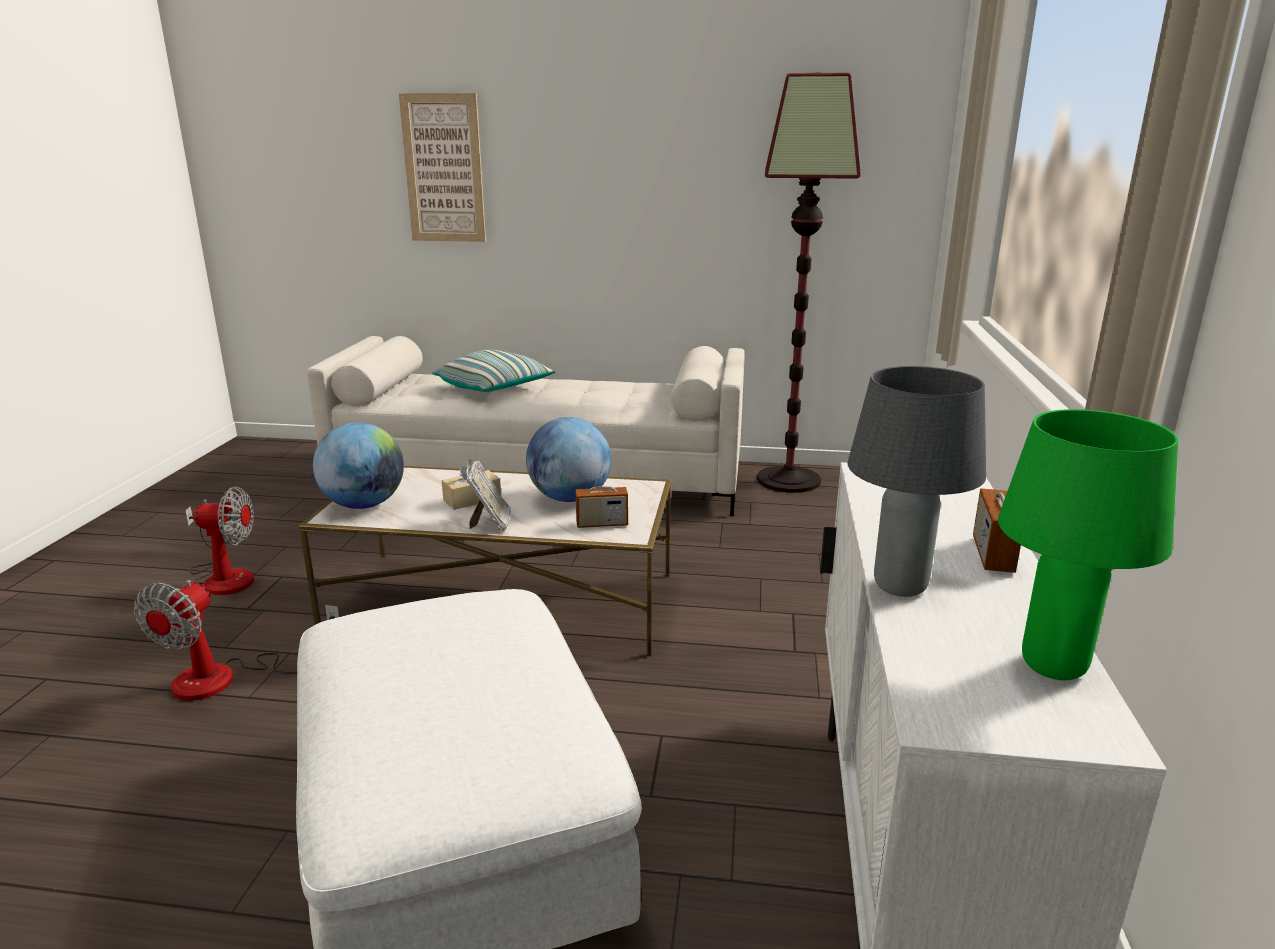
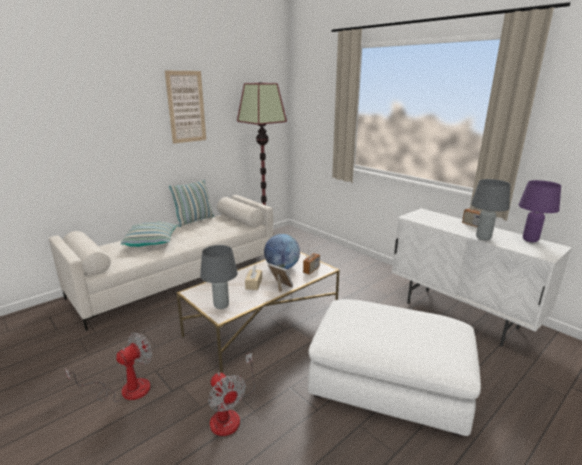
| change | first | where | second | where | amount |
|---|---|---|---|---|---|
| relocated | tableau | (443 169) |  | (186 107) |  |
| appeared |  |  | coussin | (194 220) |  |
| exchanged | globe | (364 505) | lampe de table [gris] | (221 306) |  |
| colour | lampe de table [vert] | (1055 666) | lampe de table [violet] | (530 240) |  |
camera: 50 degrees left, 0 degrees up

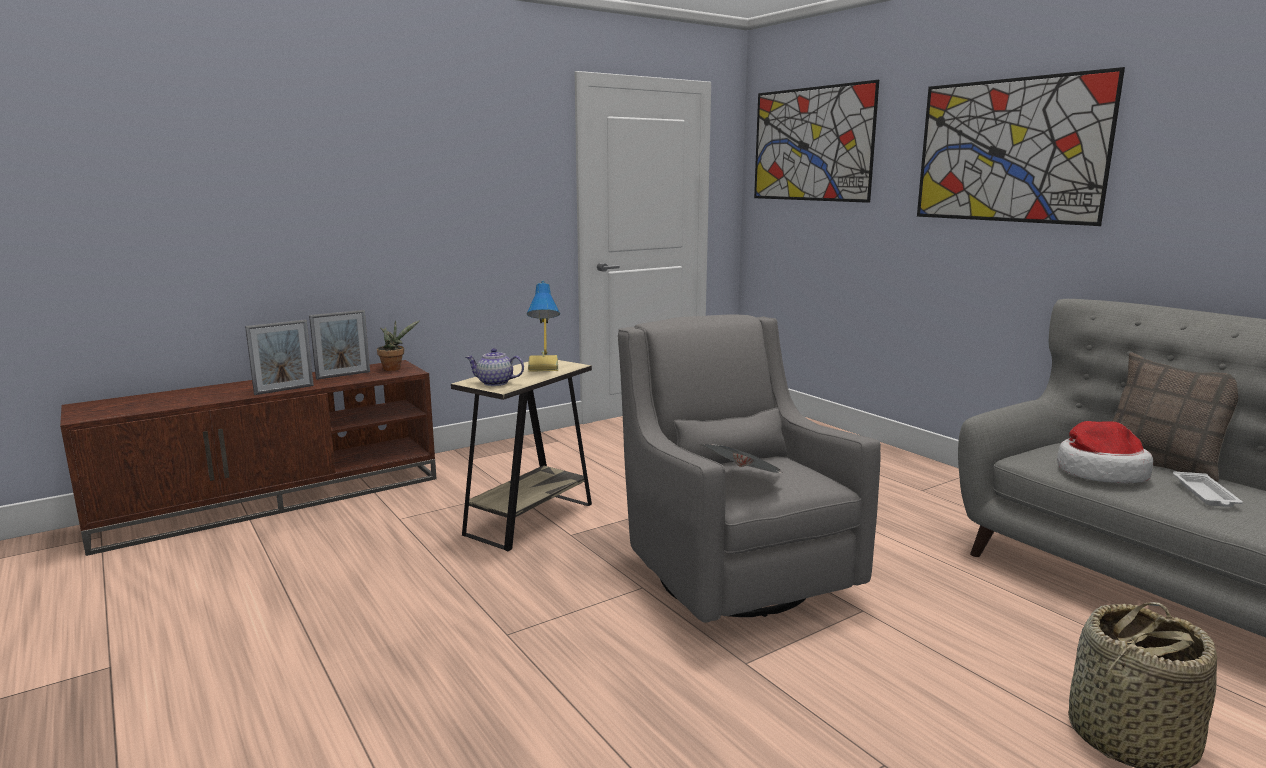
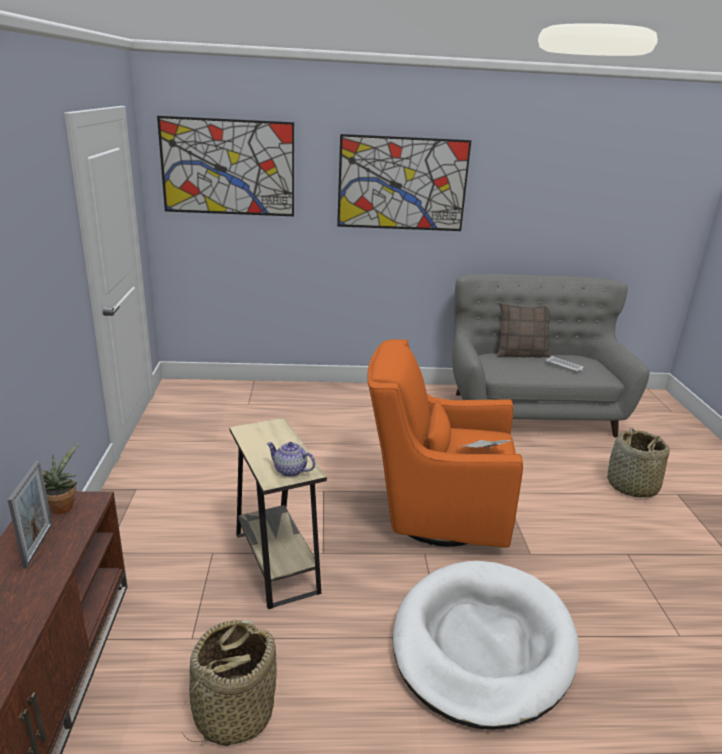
| change | first | where | second | where | amount |
|---|---|---|---|---|---|
| appeared |  |  | panier | (233 712) |  |
| spun | théière | (495 383) |  | (289 470) | 75 degrees clockwise |
| colour | fauteuil [gris] | (731 573) | fauteuil [orange] | (434 512) |  |
| appeared |  |  | panier pour chien [blanc] | (482 645) |  |
| missing | cadre photo | (284 390) |  |  |  |
| missing | lampe de table | (545 367) |  |  |  |
| missing | chapeau | (1099 472) |  |  |  |
camera: 60 degrees left, 10 degrees up

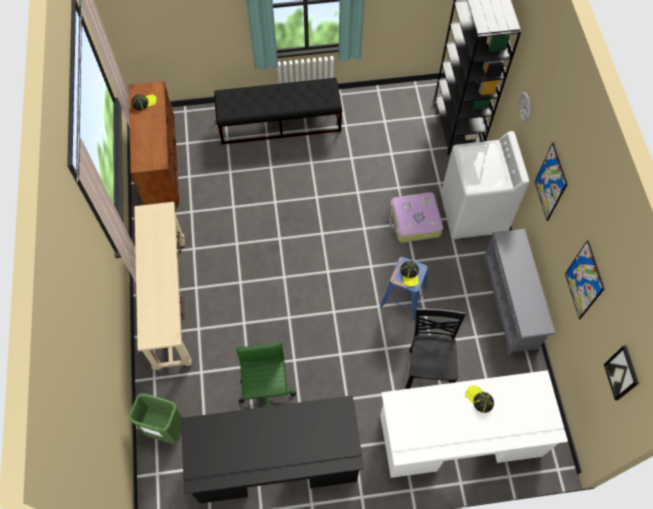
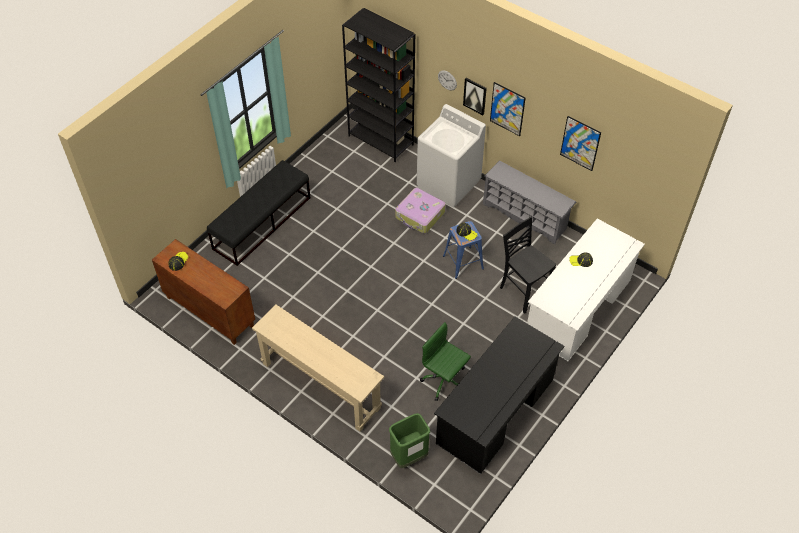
| change | first | where | second | where | amount |
|---|---|---|---|---|---|
| relocated | tableau | (622 373) |  | (475 96) |  |
camera: 45 degrees left, 10 degrees down

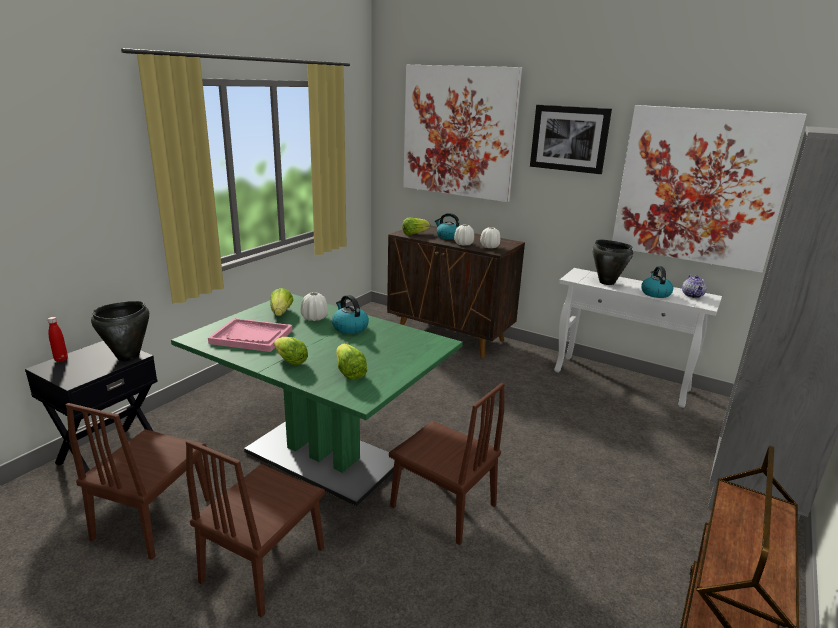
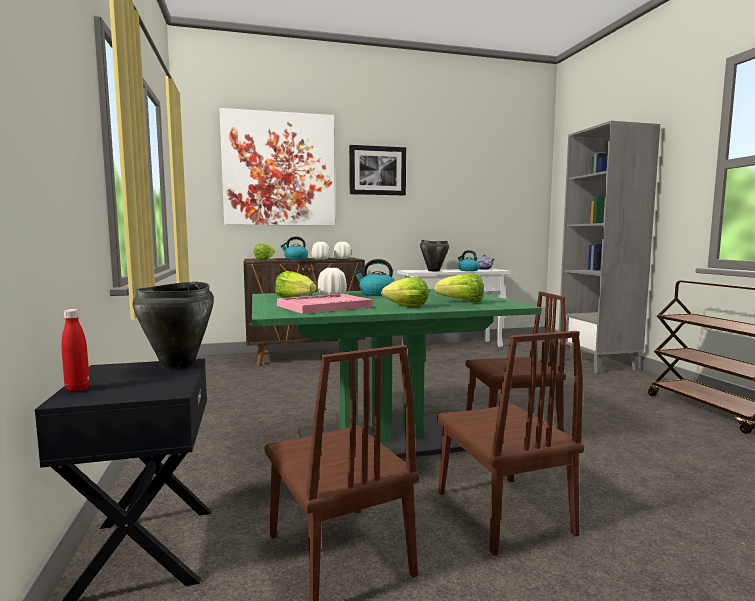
| change | first | where | second | where | amount |
|---|---|---|---|---|---|
| missing | tableau | (698 187) |  |  |  |
camera: 45 degrees left, 15 degrees down

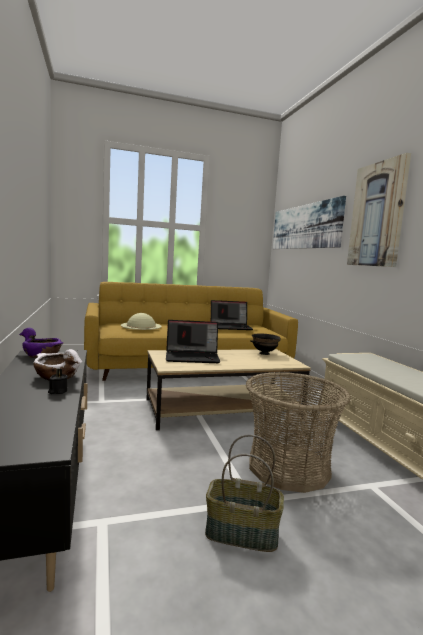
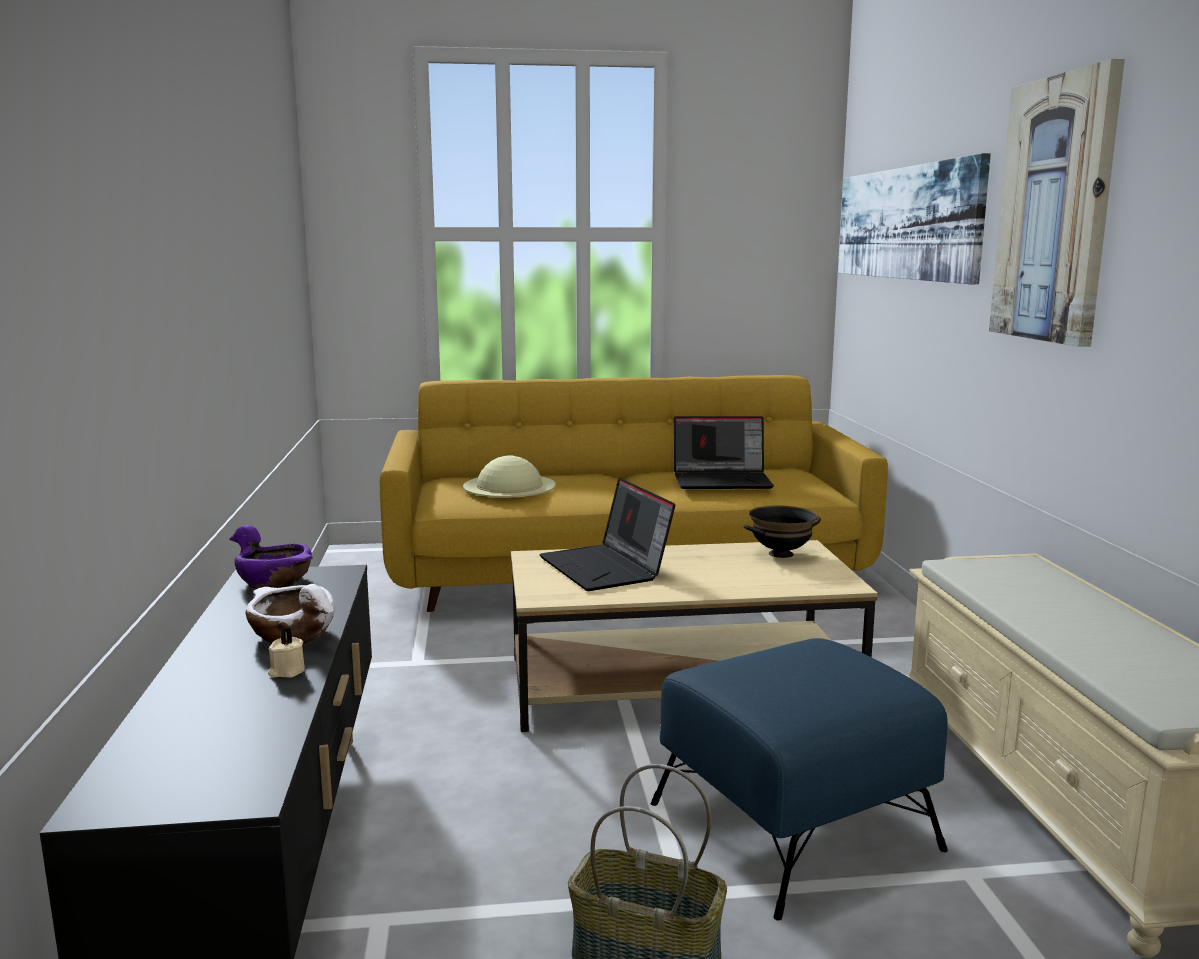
| change | first | where | second | where | amount |
|---|---|---|---|---|---|
| colour | bougie [noir] | (57 391) | bougie [beige] | (286 671) |  |
| spun | ordinateur portable | (193 357) |  | (607 568) | 60 degrees clockwise |
| exchanged | panier | (288 467) | pouf [bleu] | (790 825) |  |
camera: 10 degrees right, 5 degrees up

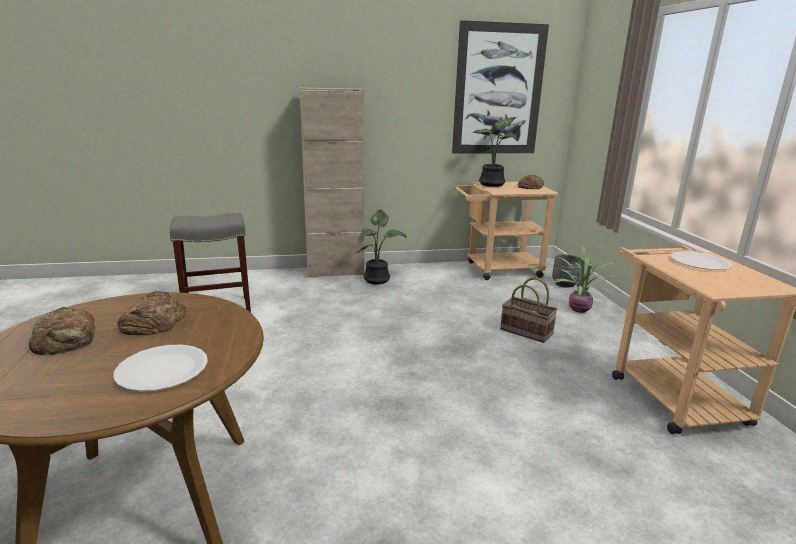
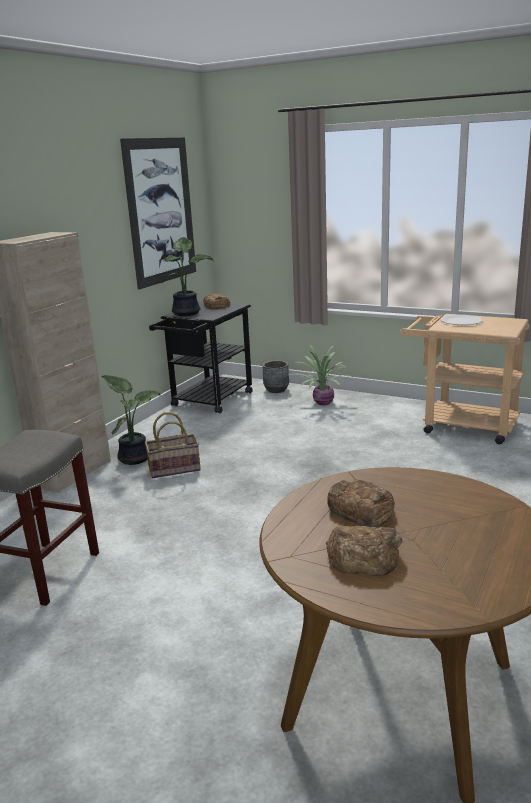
| change | first | where | second | where | amount |
|---|---|---|---|---|---|
| relocated | panier | (527 331) |  | (174 468) |  |
| colour | chariot [beige] | (497 270) | chariot [noir] | (208 401) |  |
| missing | assiette [blanc] | (162 370) |  |  |  |
camera: 50 degrees left, 0 degrees up

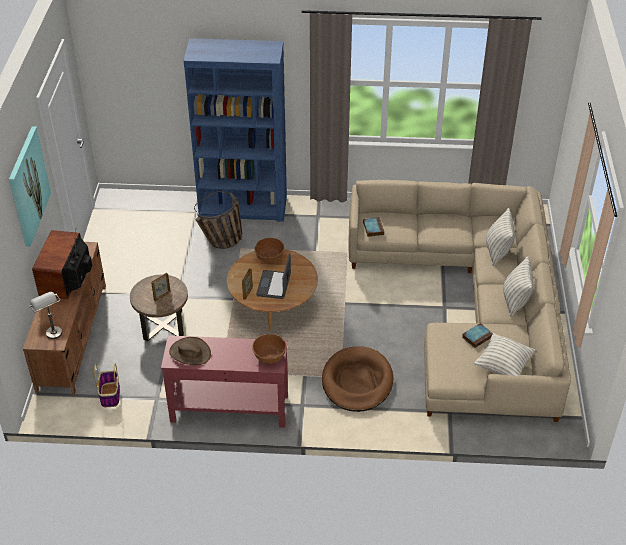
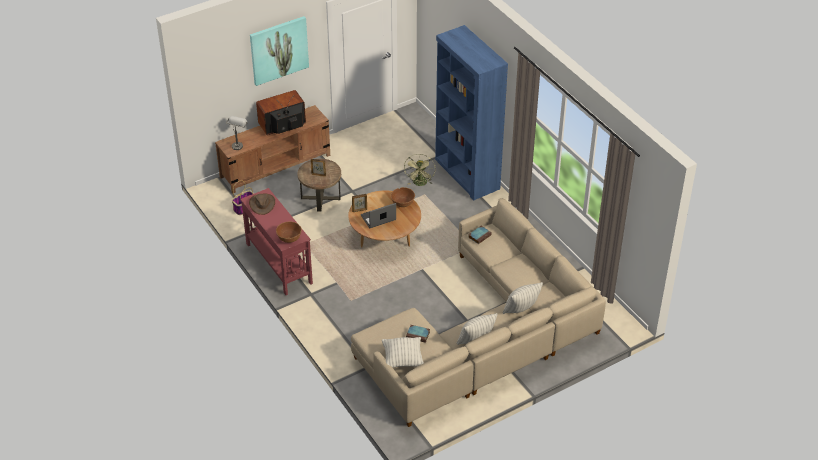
| change | first | where | second | where | amount |
|---|---|---|---|---|---|
| exchanged | panier | (222 244) | ventilateur [vert] | (420 184) |  |
| missing | panier pour chien [marron] | (357 382) |  |  |  |
camera: 55 degrees right, 0 degrees up

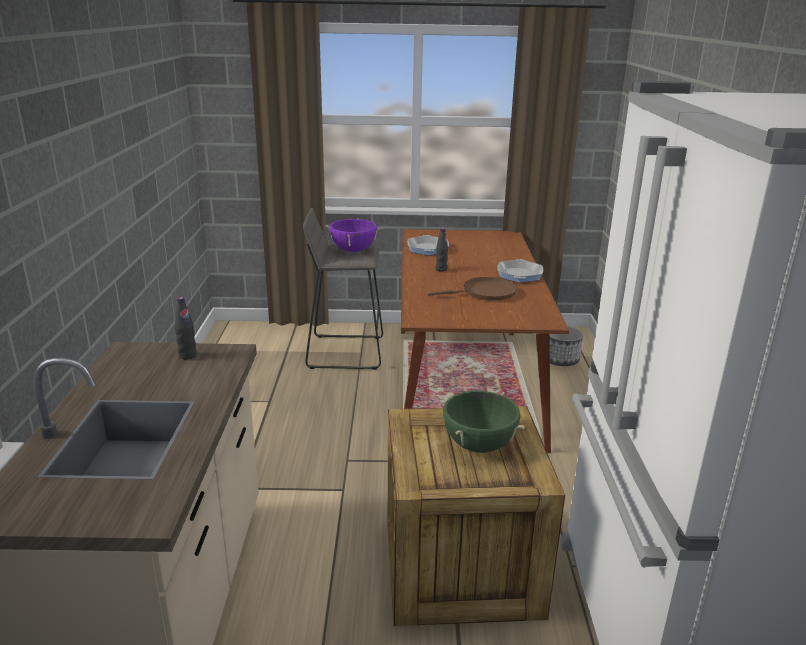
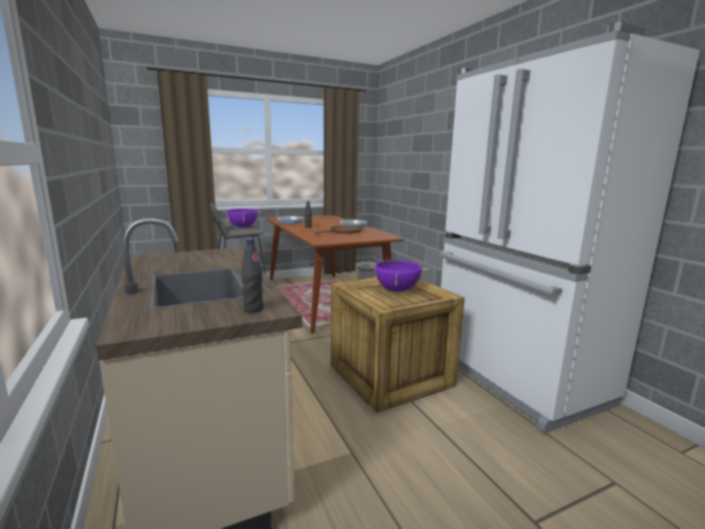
| change | first | where | second | where | amount |
|---|---|---|---|---|---|
| relocated | bouteille [noir] | (187 355) |  | (253 309) |  |
| colour | marmite [vert] | (478 445) | marmite [violet] | (396 290) |  |
camera: 25 degrees left, 10 degrees down

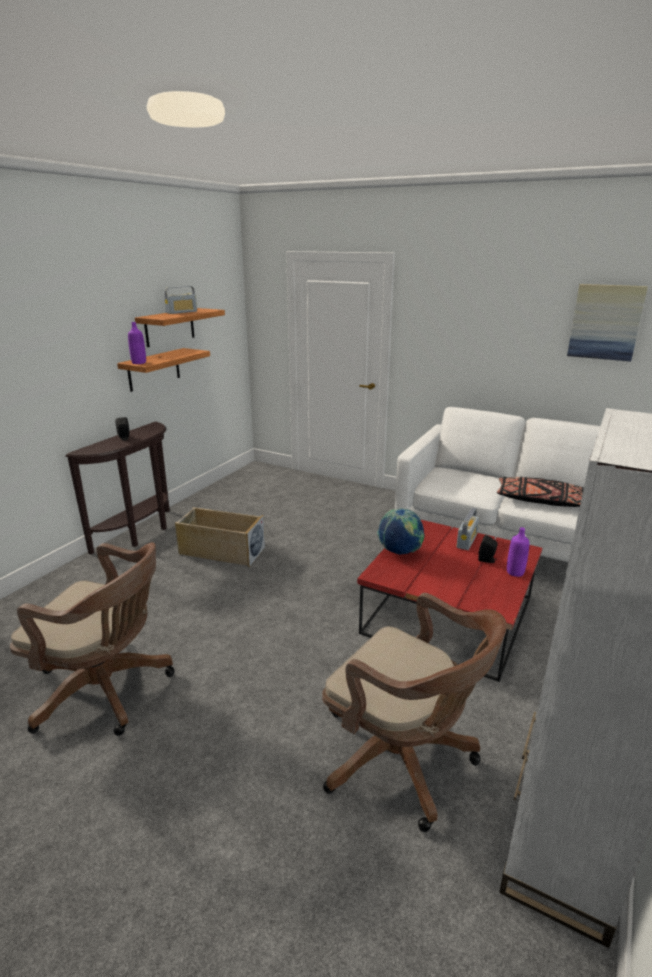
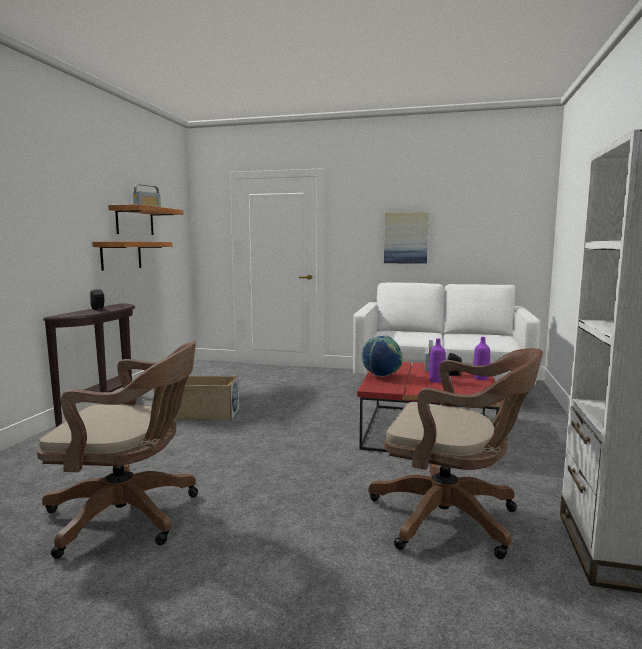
| change | first | where | second | where | amount |
|---|---|---|---|---|---|
| relocated | tableau | (605 322) |  | (406 238) |  |
| relocated | bouteille [violet] | (139 363) |  | (436 380) |  |
| missing | coussin [noir] | (539 501) |  |  |  |
camera: 15 degrees left, 15 degrees down

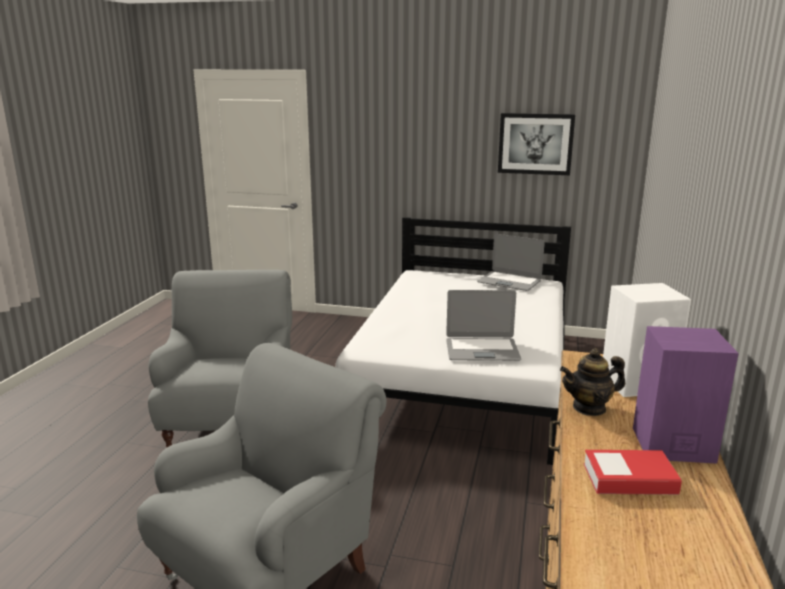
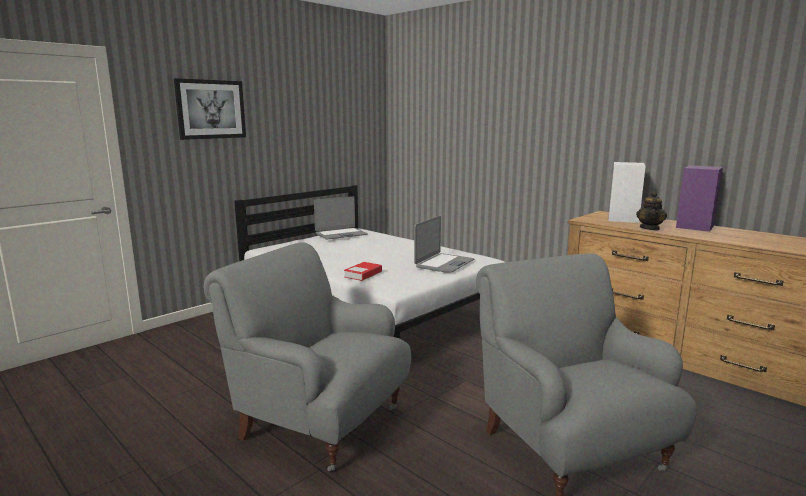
| change | first | where | second | where | amount |
|---|---|---|---|---|---|
| relocated | tableau | (535 144) |  | (211 109) |  |
| relocated | livre | (629 479) |  | (363 274) |  |
camera: 60 degrees left, 5 degrees down

